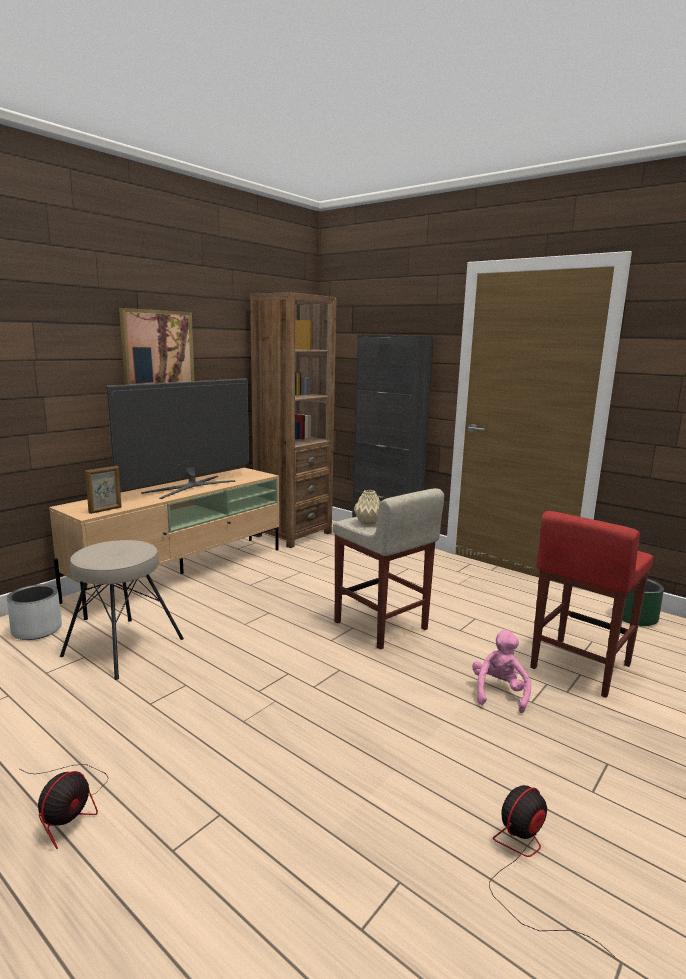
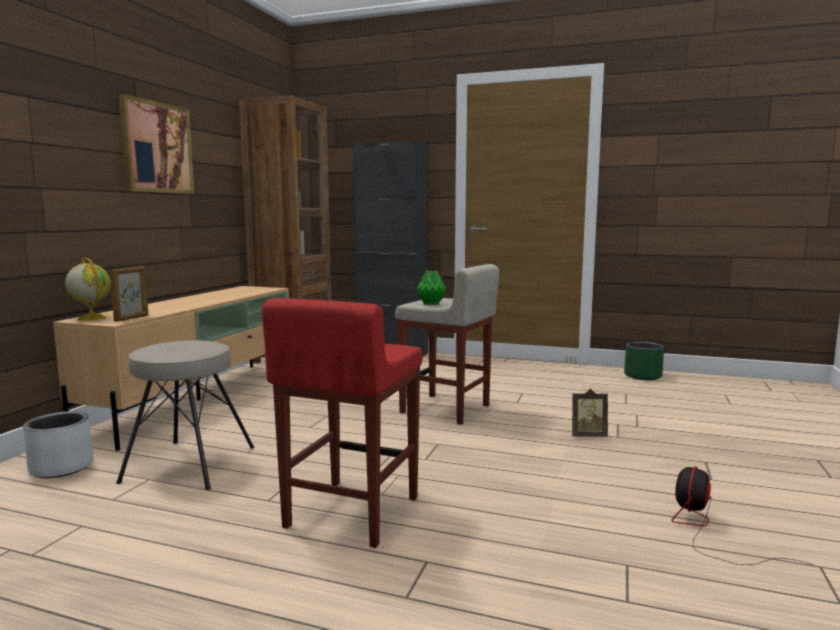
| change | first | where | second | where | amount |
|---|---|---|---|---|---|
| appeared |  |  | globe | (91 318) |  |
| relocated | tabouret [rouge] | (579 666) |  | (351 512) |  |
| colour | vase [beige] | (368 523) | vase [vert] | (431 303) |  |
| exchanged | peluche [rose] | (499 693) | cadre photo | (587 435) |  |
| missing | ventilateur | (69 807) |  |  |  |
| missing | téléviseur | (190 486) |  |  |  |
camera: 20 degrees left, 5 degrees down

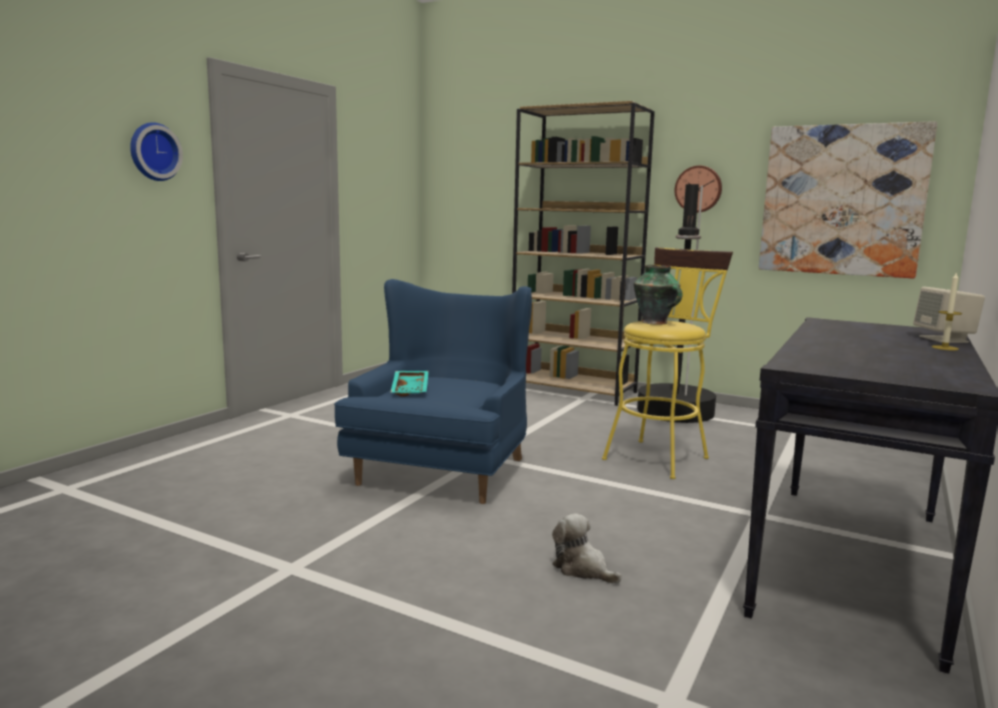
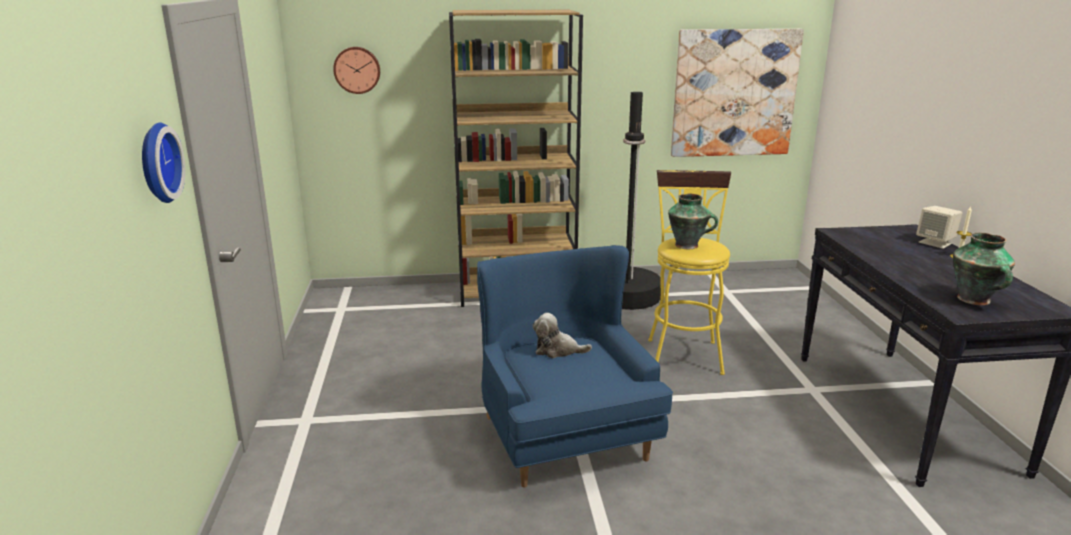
| change | first | where | second | where | amount |
|---|---|---|---|---|---|
| relocated | horloge murale | (698 189) |  | (357 70) |  |
| relocated | peluche | (582 569) |  | (557 350) |  |
| appeared |  |  | vase | (974 300) |  |
| missing | plateau [turquoise] | (411 390) |  |  |  |
camera: 35 degrees left, 10 degrees up

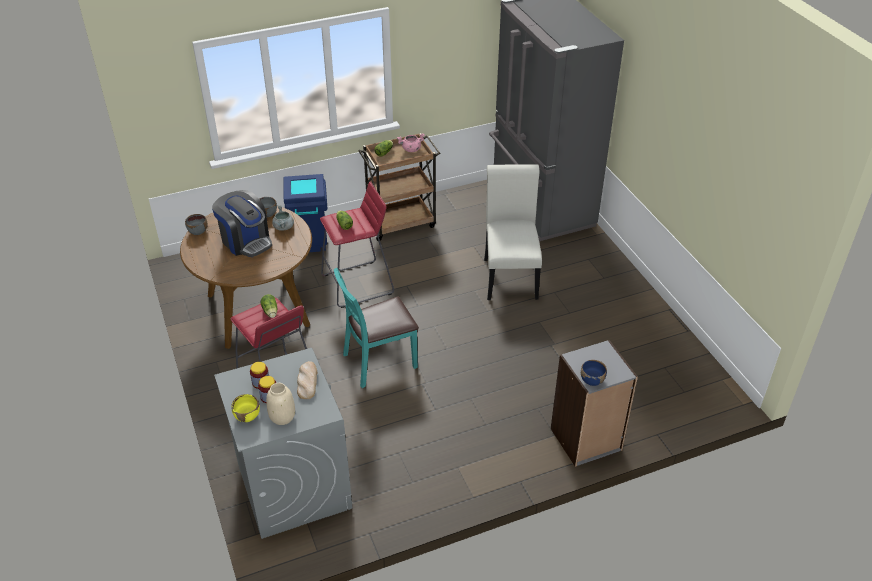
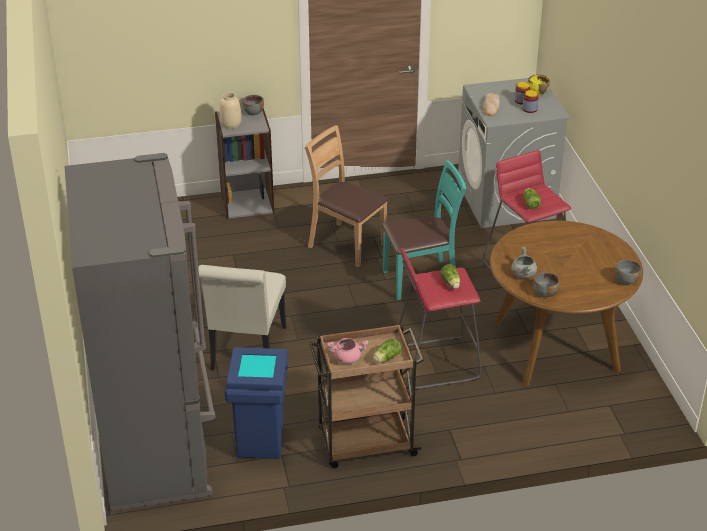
| change | first | where | second | where | amount |
|---|---|---|---|---|---|
| relocated | vase [beige] | (282 417) |  | (231 124) |  |
| relocated | poubelle [bleu] | (311 249) |  | (261 443) |  |
| colour | bol [bleu] | (592 380) | bol [gris] | (253 112) |  |
| appeared |  |  | chaise [marron] | (346 244) |  |
| missing | machine à café | (246 241) |  |  |  |
camera: 170 degrees left, 5 degrees down

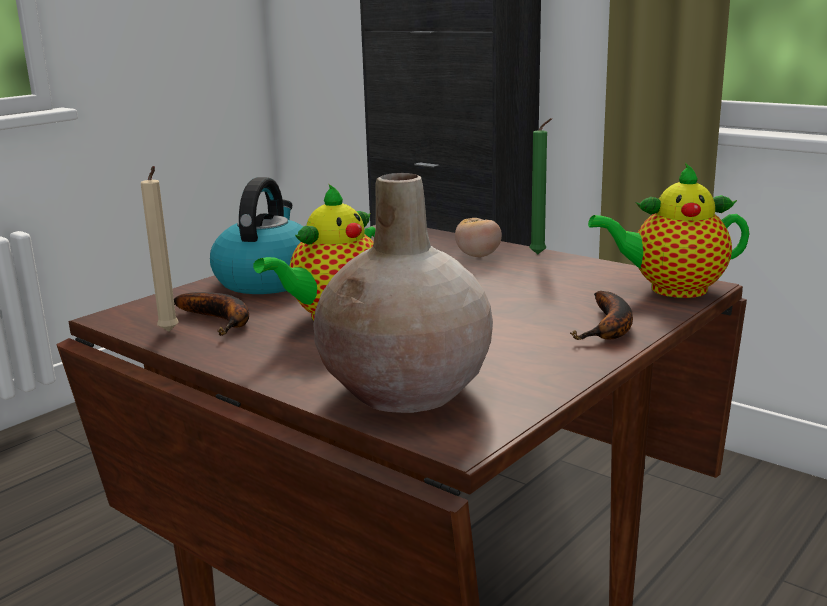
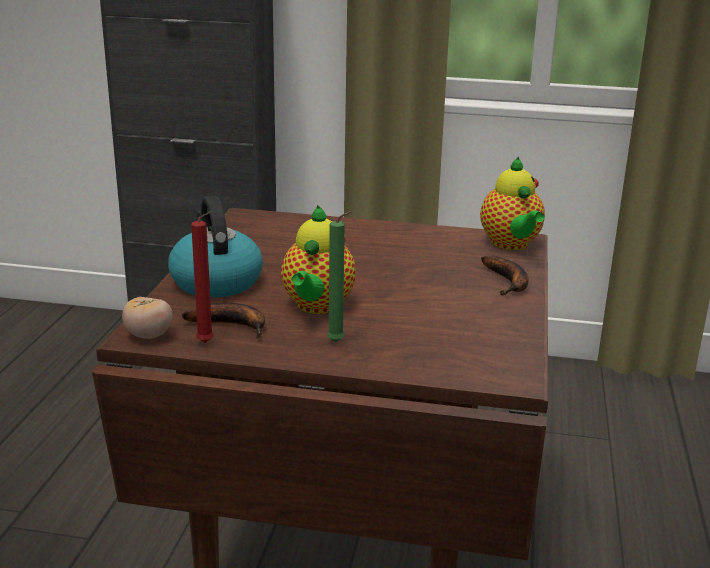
| change | first | where | second | where | amount |
|---|---|---|---|---|---|
| relocated | tomate | (478 256) |  | (149 335) |  |
| colour | bougie [beige] | (169 332) | bougie [rouge] | (207 343) |  |
| relocated | bougie [vert] | (539 255) |  | (338 342) |  |
| spun | théière | (671 289) |  | (511 245) | 75 degrees counterclockwise |
| missing | vase [beige] | (406 391) |  |  |  |
camera: 30 degrees left, 5 degrees up

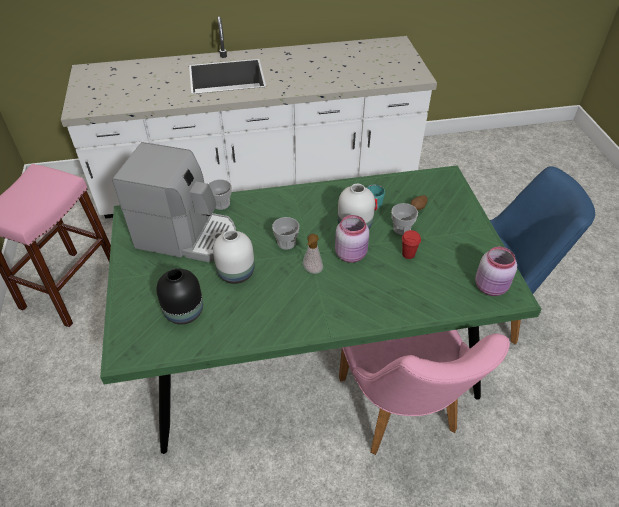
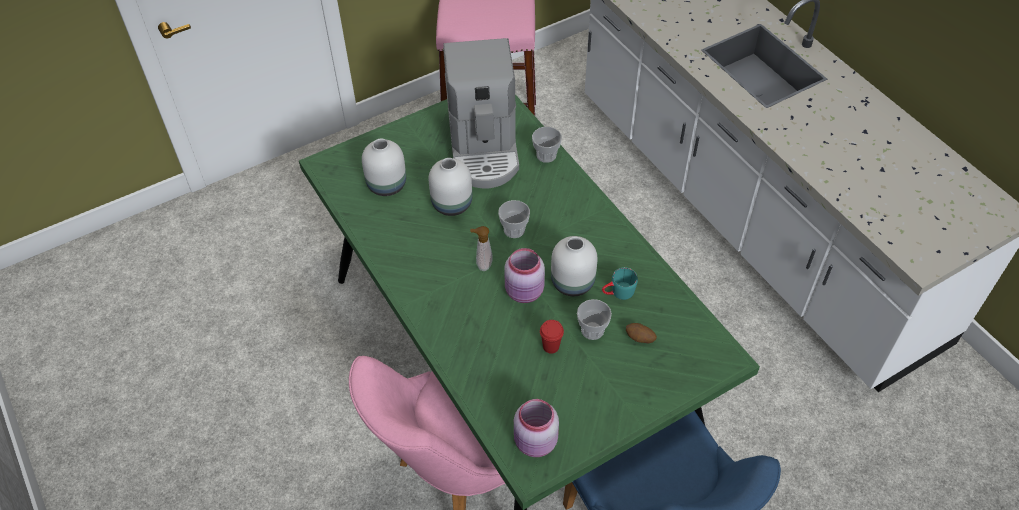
| change | first | where | second | where | amount |
|---|---|---|---|---|---|
| colour | vase [noir] | (185 312) | vase [blanc] | (386 186) |  |
camera: 70 degrees right, 5 degrees up

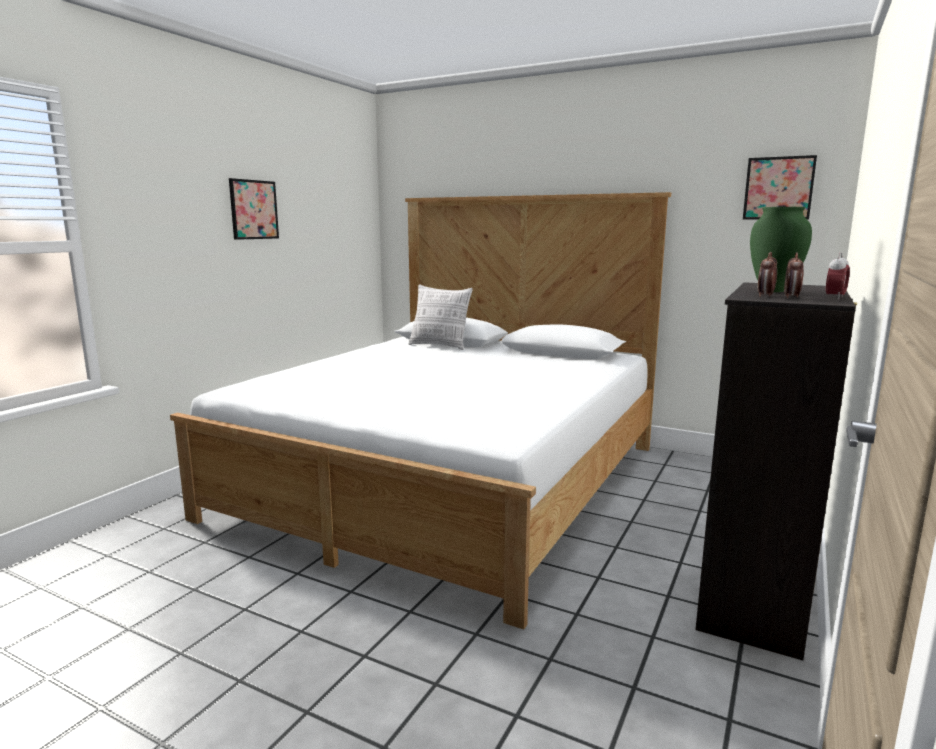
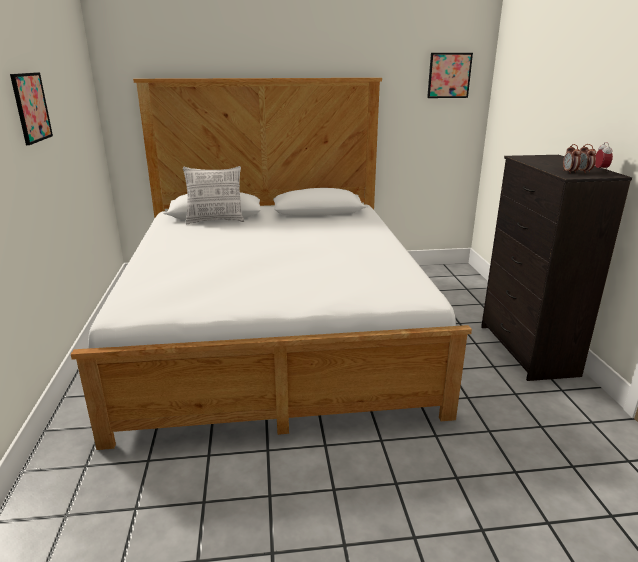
| change | first | where | second | where | amount |
|---|---|---|---|---|---|
| missing | vase [vert] | (774 291) |  |  |  |
camera: 35 degrees left, 10 degrees up

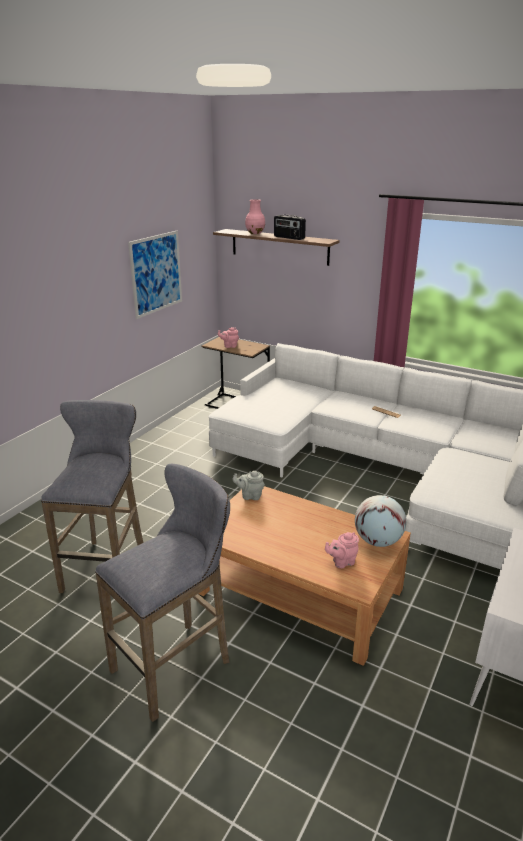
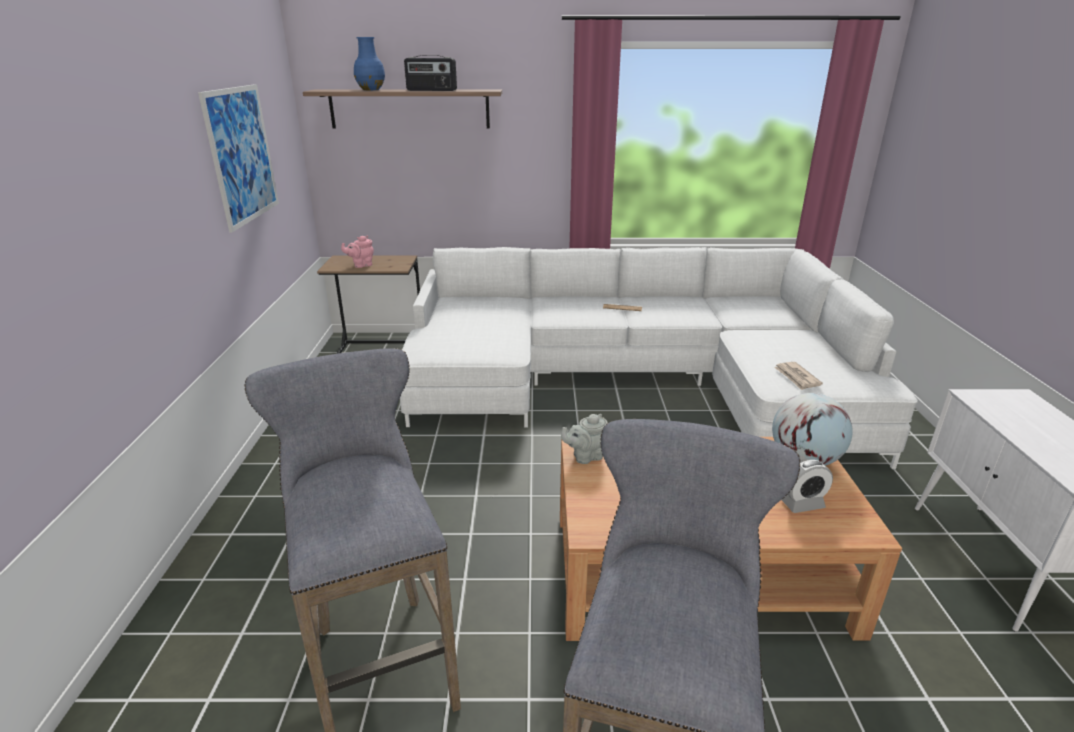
| change | first | where | second | where | amount |
|---|---|---|---|---|---|
| colour | vase [rose] | (255 233) | vase [bleu] | (371 89) |  |
| appeared |  |  | journal | (797 377) |  |
| exchanged | théière [rose] | (341 562) | réveil | (802 504) |  |
camera: 30 degrees left, 0 degrees up

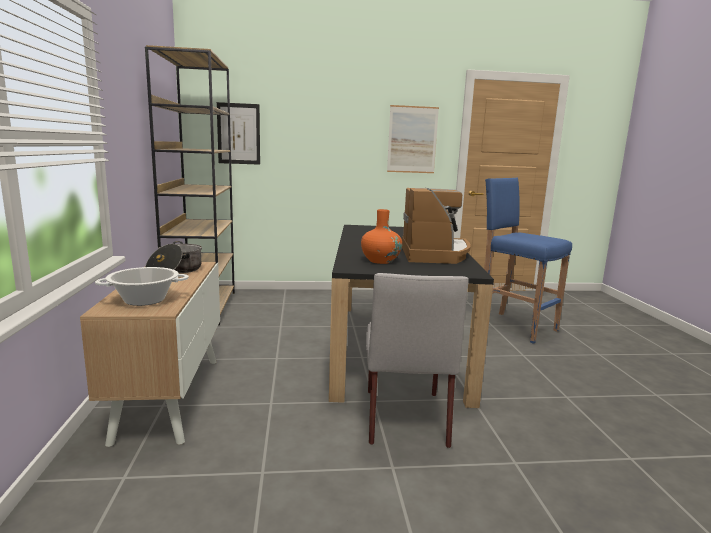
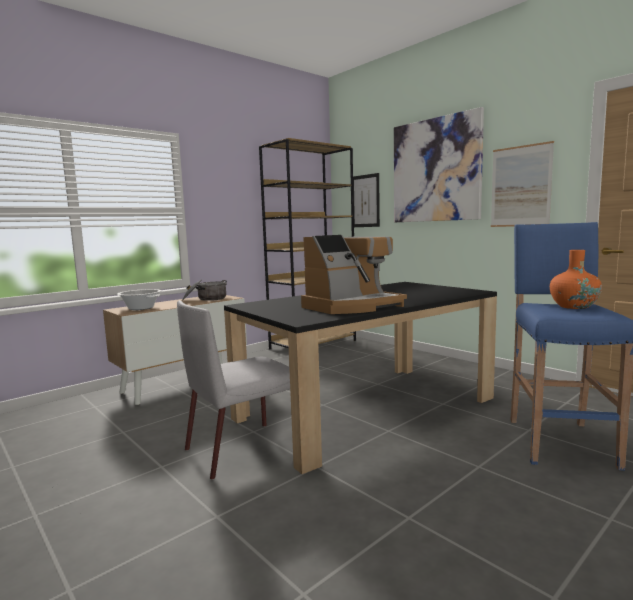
| change | first | where | second | where | amount |
|---|---|---|---|---|---|
| appeared |  |  | tableau | (435 170) |  |
| relocated | vase [orange] | (380 261) |  | (573 306) |  |
camera: 55 degrees right, 5 degrees down

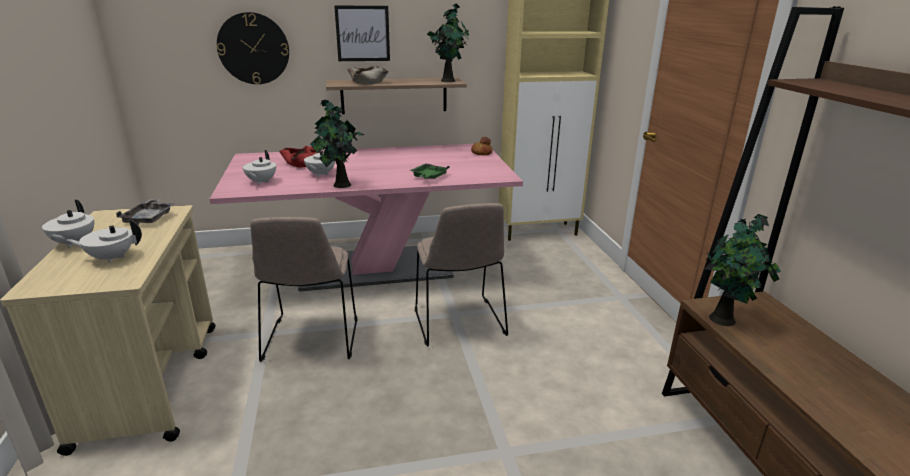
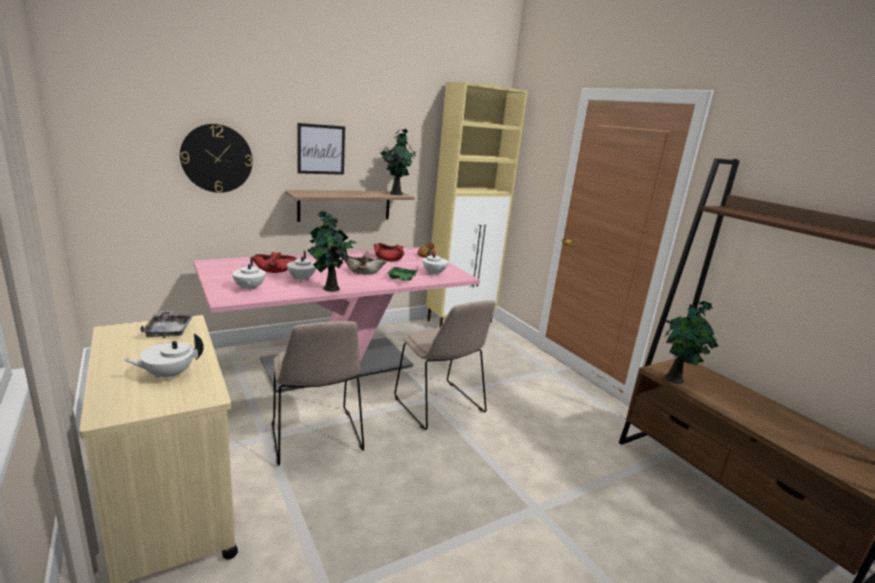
| change | first | where | second | where | amount |
|---|---|---|---|---|---|
| relocated | bol [beige] | (367 82) |  | (364 271) |  |
| appeared |  |  | bol [rouge] | (389 258) |  |
| relocated | théière [blanc] | (73 243) |  | (434 273) |  |
camera: 20 degrees left, 5 degrees down

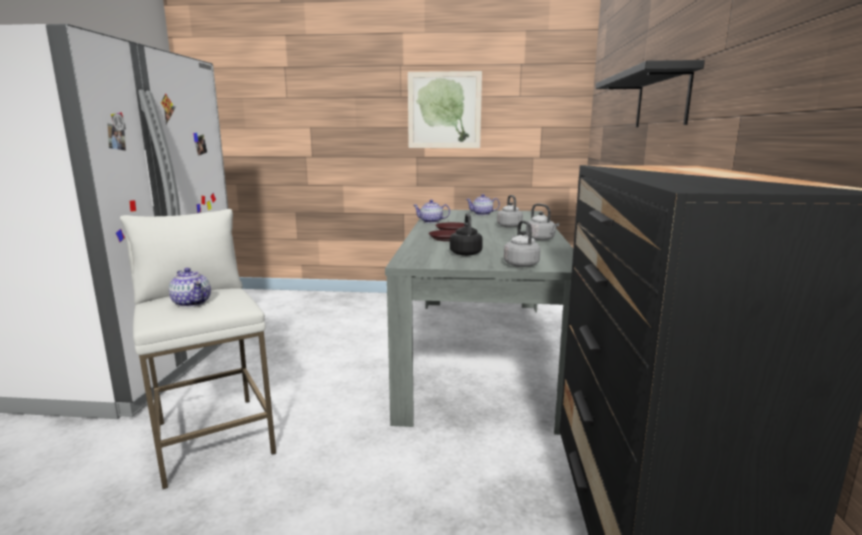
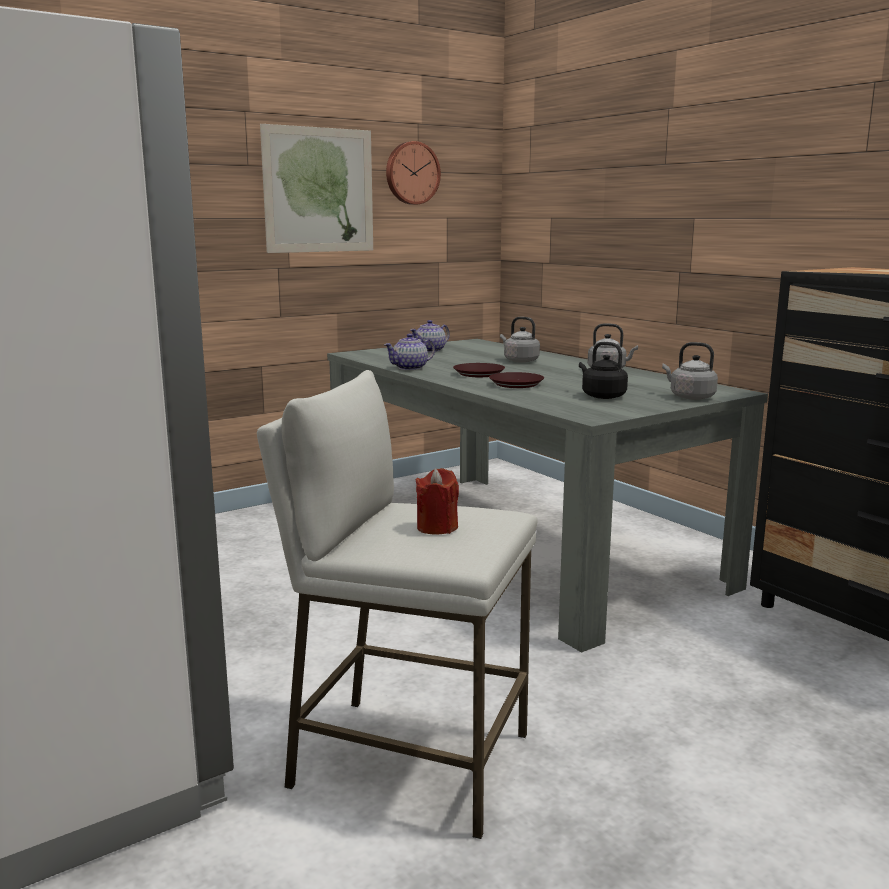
| change | first | where | second | where | amount |
|---|---|---|---|---|---|
| appeared |  |  | horloge murale | (411 173) |  |
| exchanged | théière | (192 302) | bougie [rouge] | (437 527) |  |
| missing | étagère [noir] | (661 100) |  |  |  |
camera: 40 degrees left, 0 degrees up

